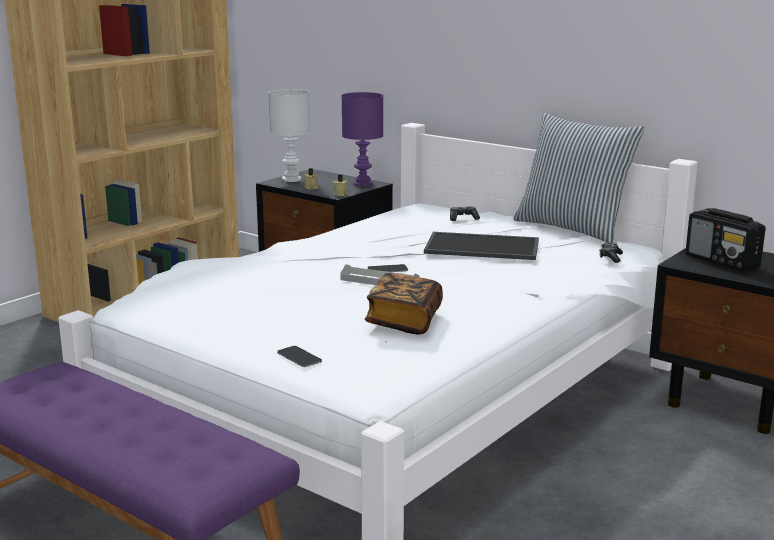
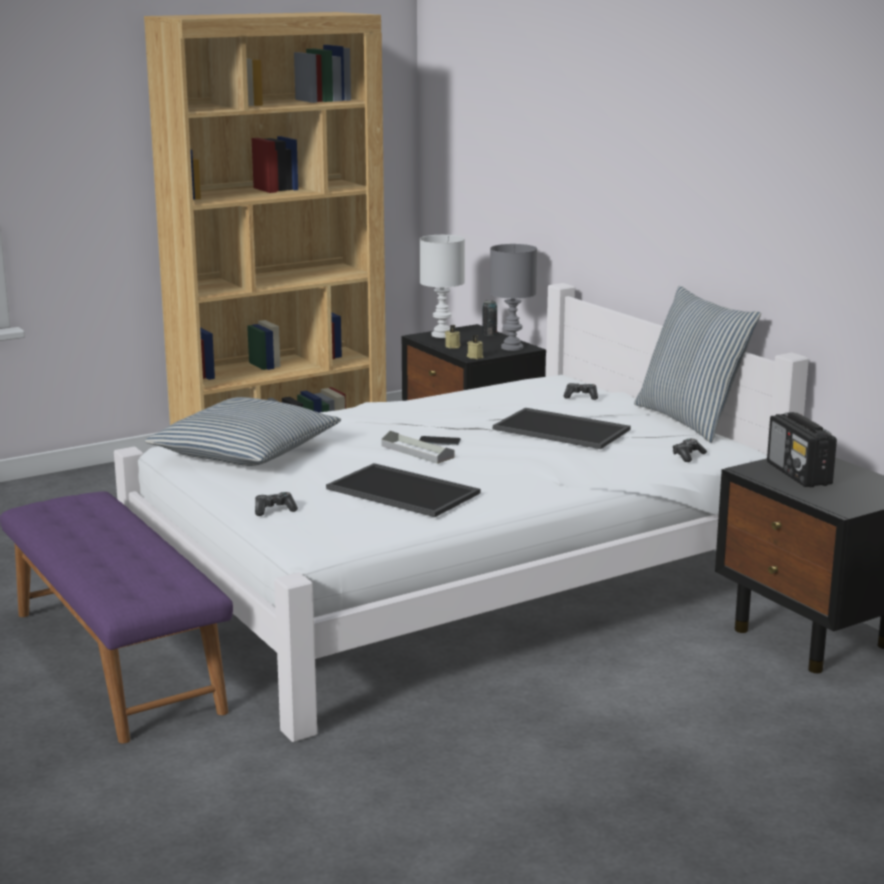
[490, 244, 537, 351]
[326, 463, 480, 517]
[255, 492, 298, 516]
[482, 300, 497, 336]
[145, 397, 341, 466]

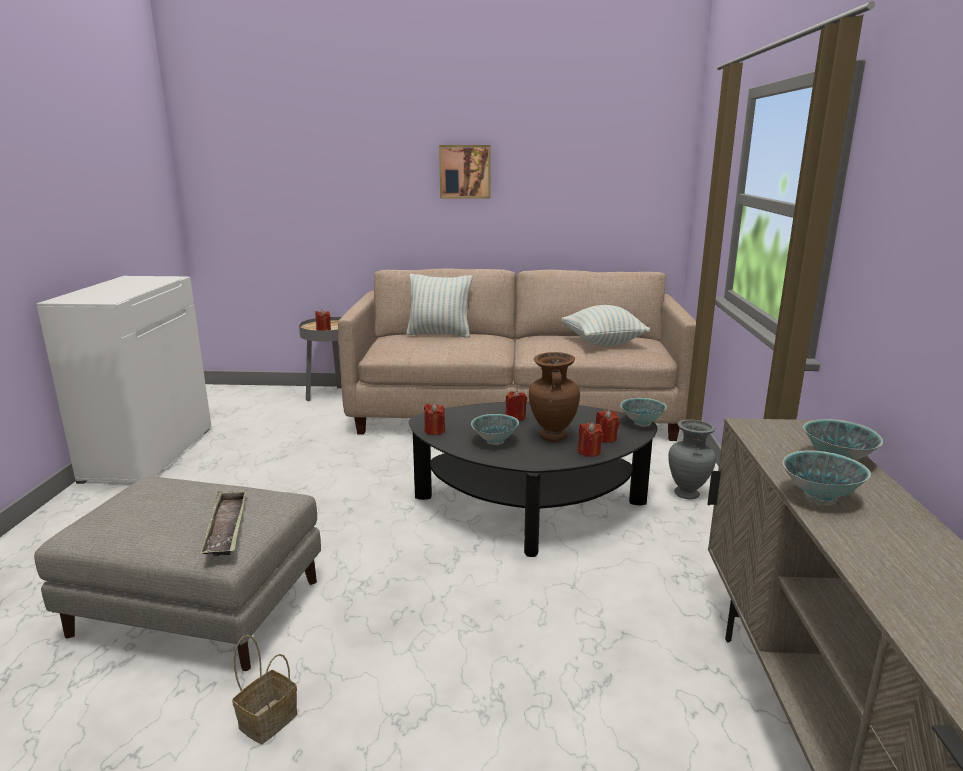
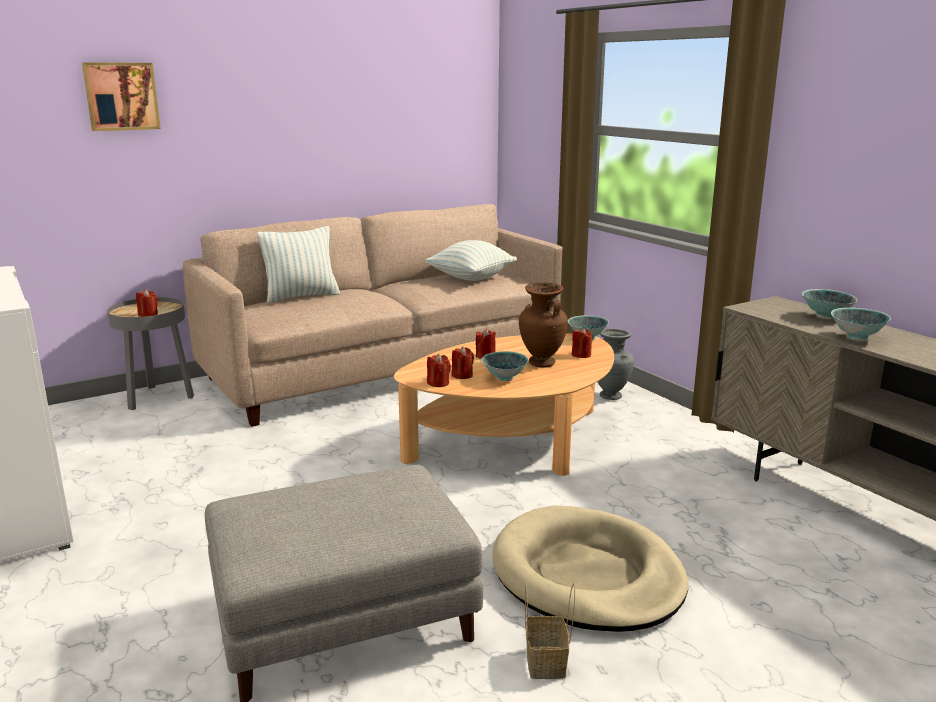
[82, 62, 161, 131]
[394, 333, 614, 476]
[452, 347, 474, 379]
[201, 490, 247, 556] (first image)
[493, 505, 688, 632]

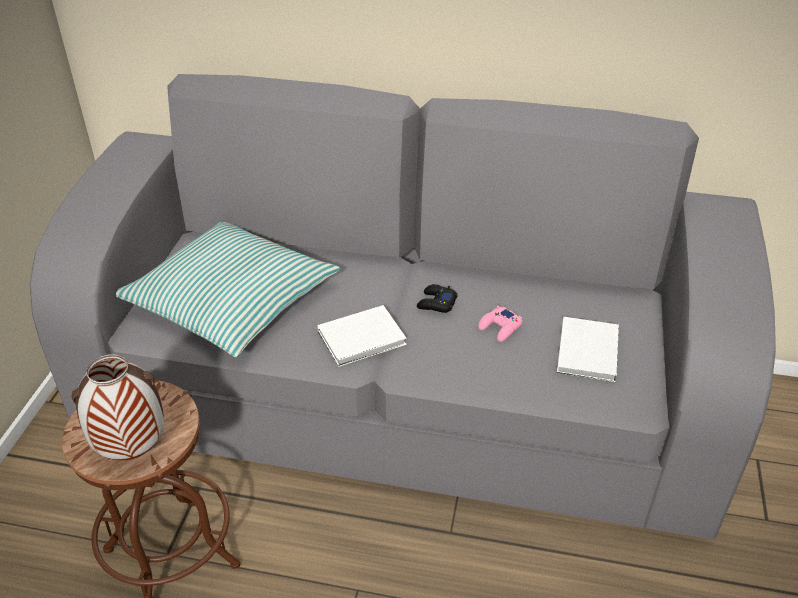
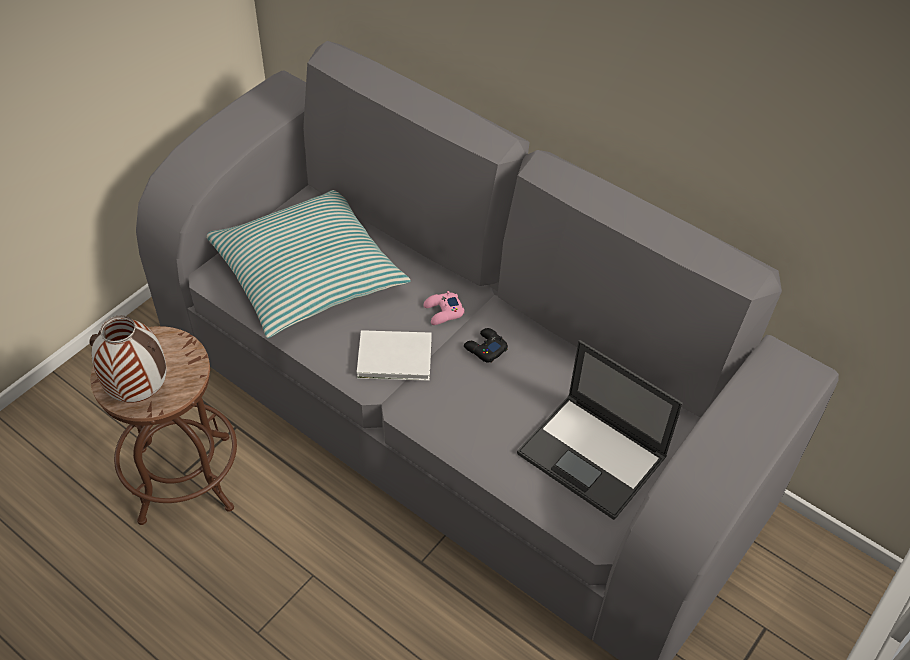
[424, 291, 464, 325]
[517, 340, 683, 520]

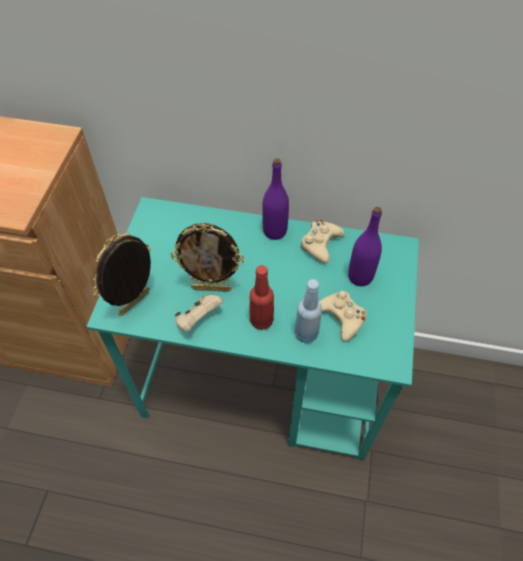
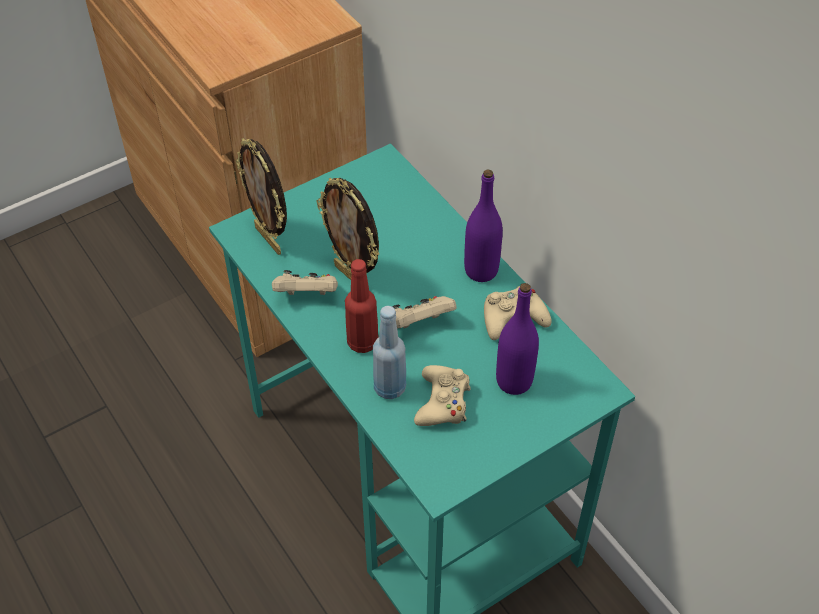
[236, 138, 287, 255]
[392, 296, 457, 328]

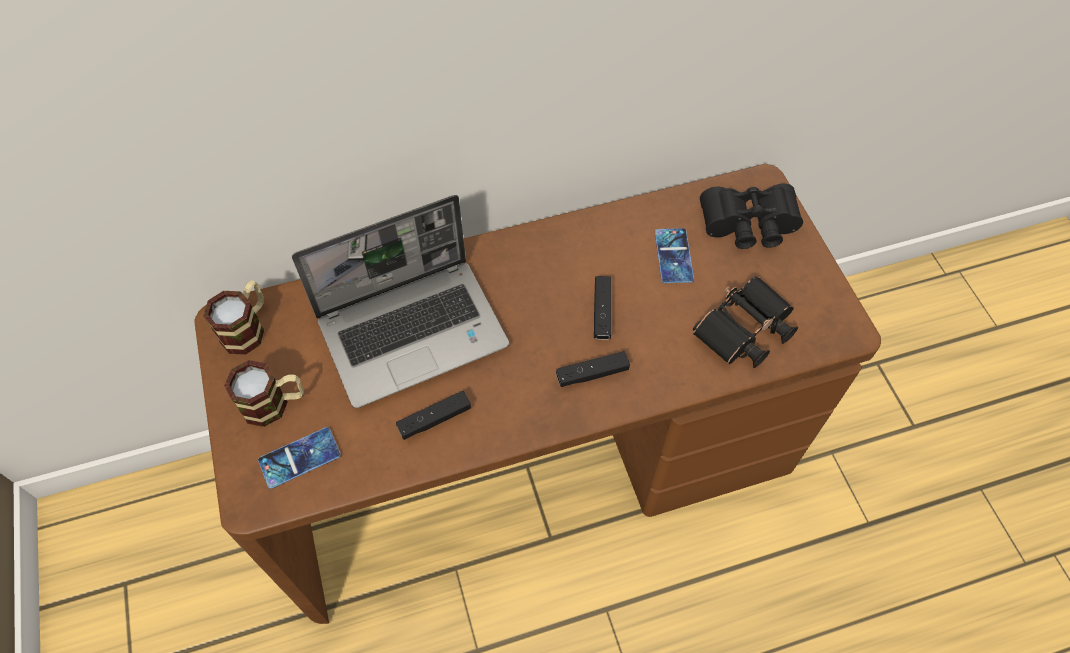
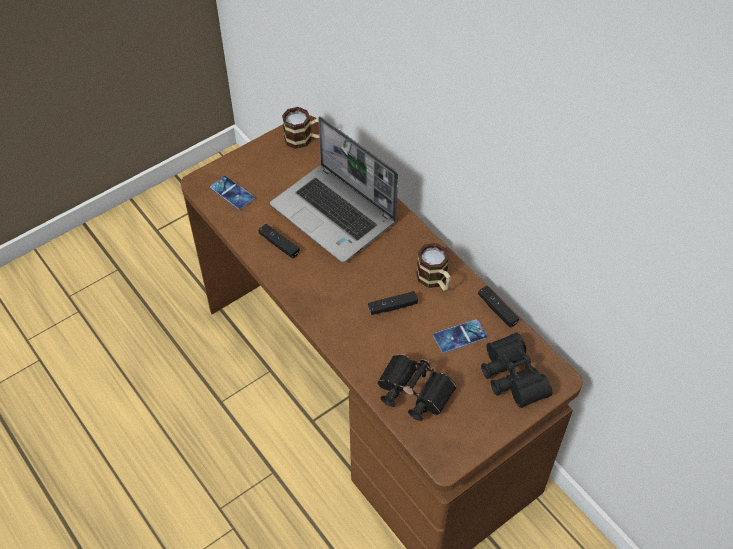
[478, 286, 519, 328]
[416, 243, 451, 291]

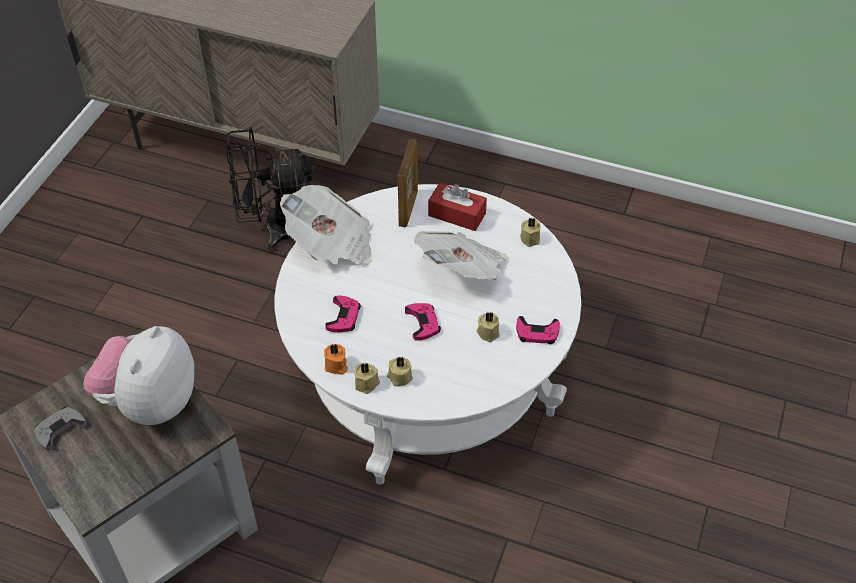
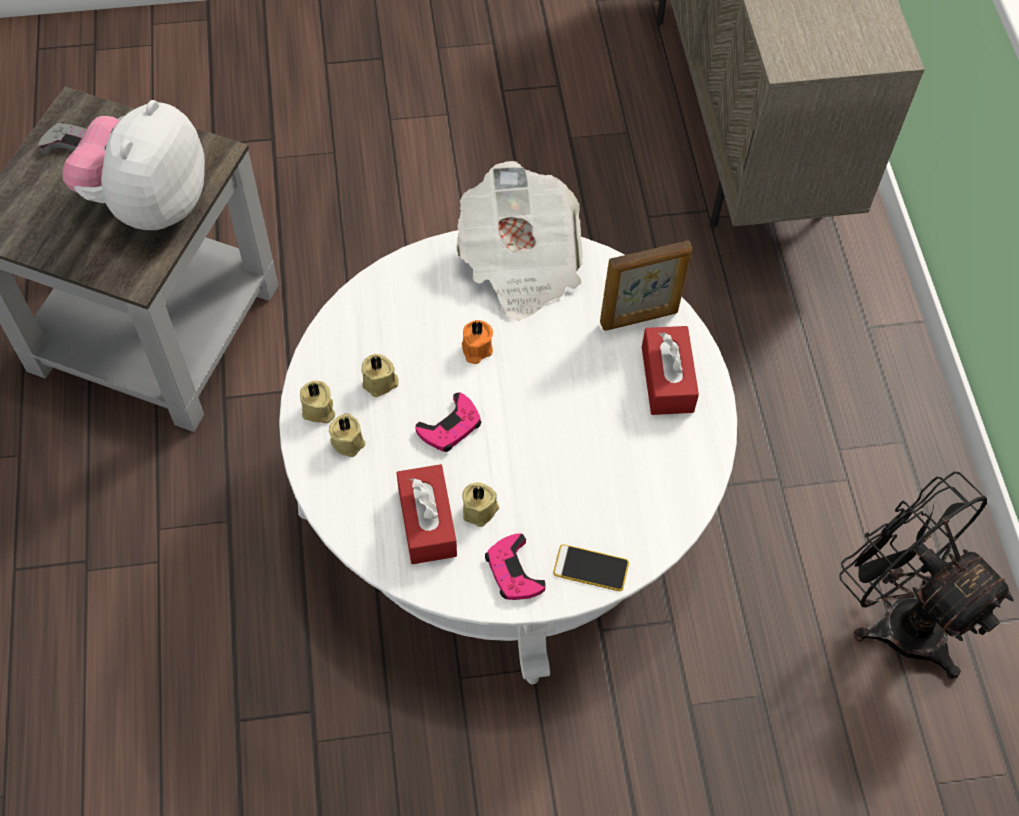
[839, 472, 1014, 679]
[362, 354, 399, 397]
[414, 231, 508, 281] (first image)
[325, 295, 361, 332] (first image)
[63, 100, 205, 230]
[462, 320, 493, 364]
[396, 464, 457, 564]
[553, 544, 629, 591]

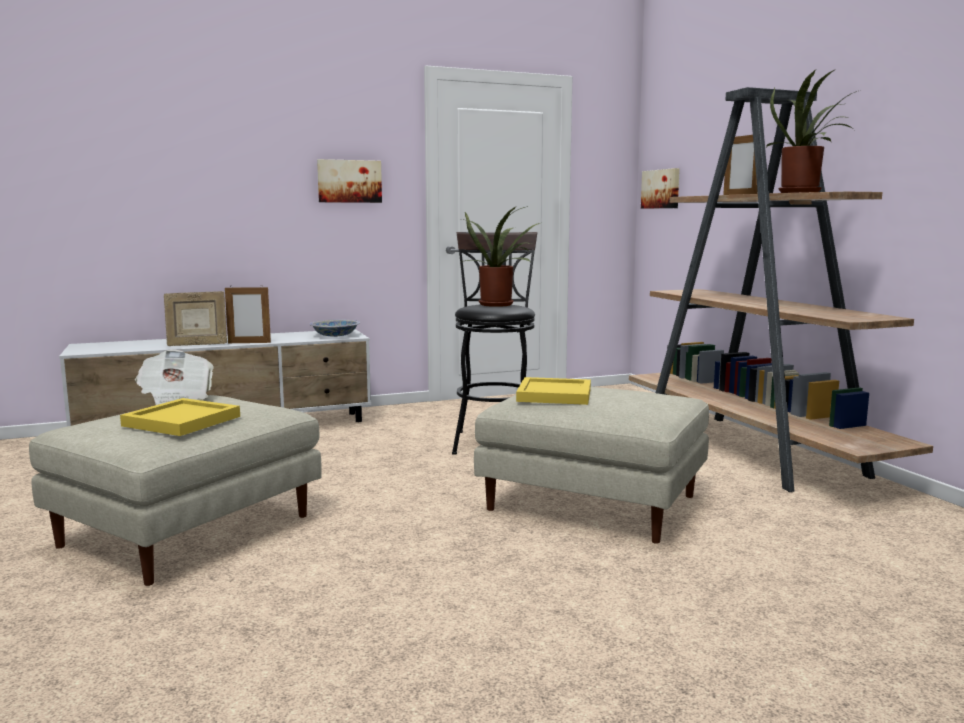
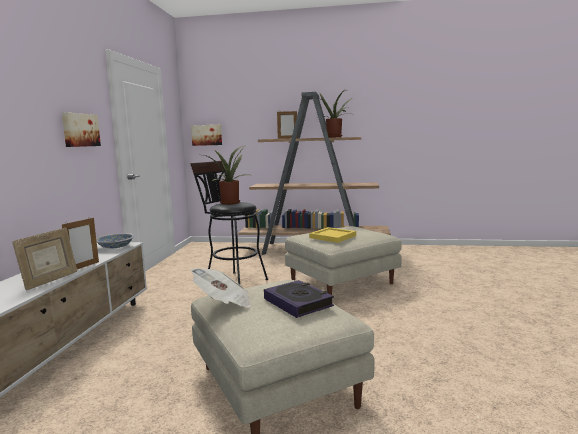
[264, 280, 334, 318]

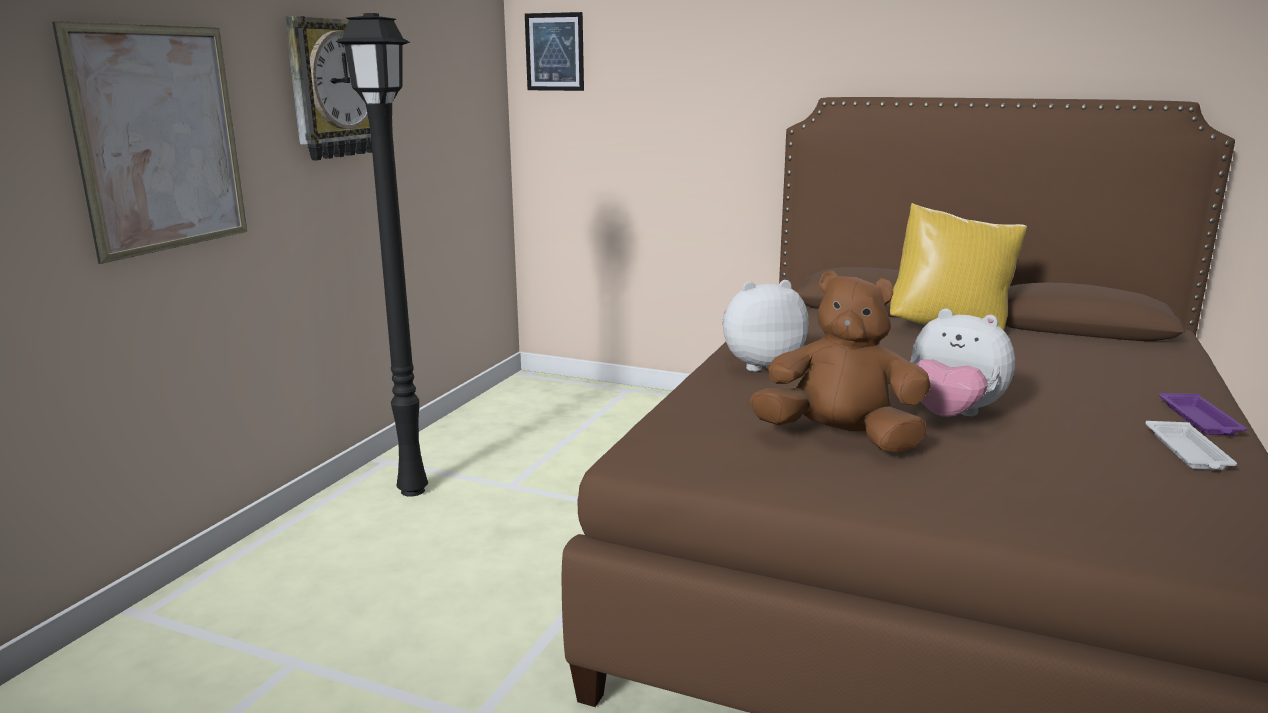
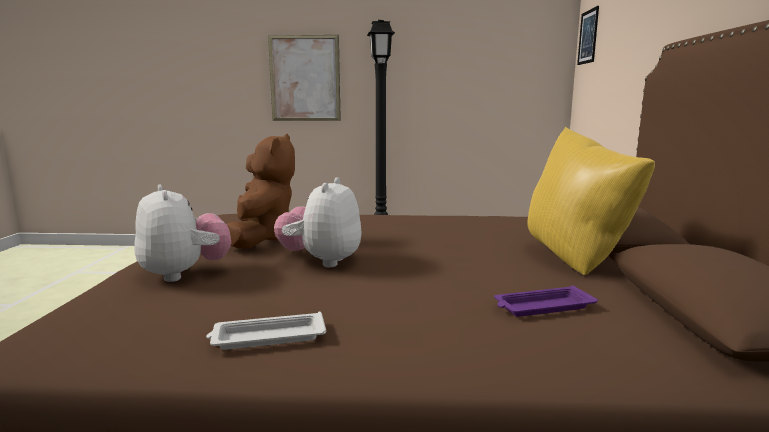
[285, 16, 372, 160] (first image)
[135, 184, 231, 282]
[494, 285, 598, 317]

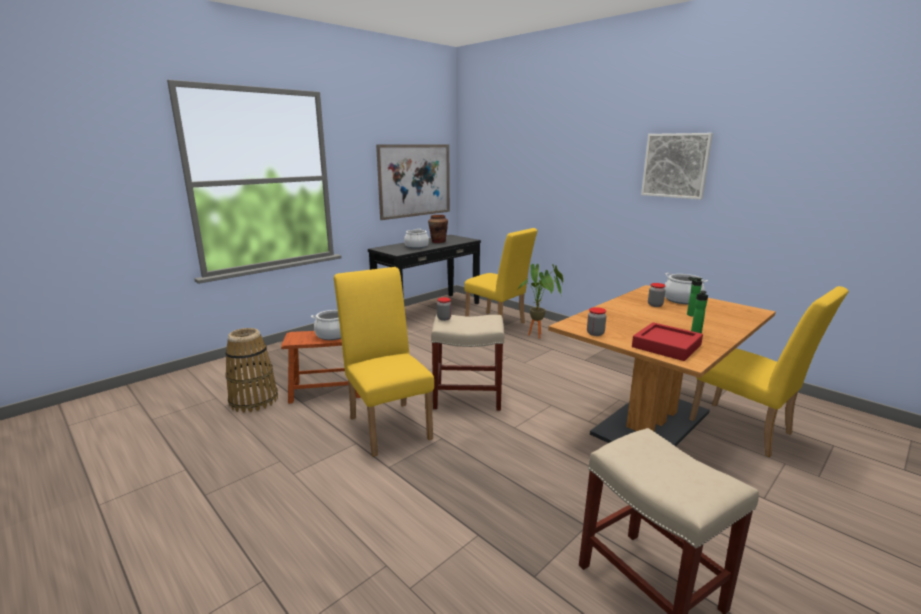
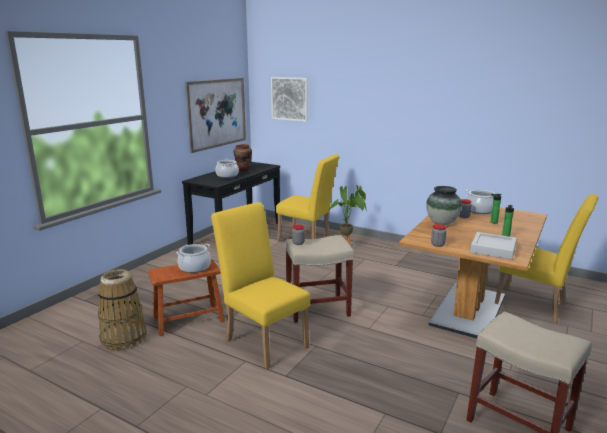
[271, 77, 308, 122]
[470, 232, 517, 260]
[426, 186, 462, 225]

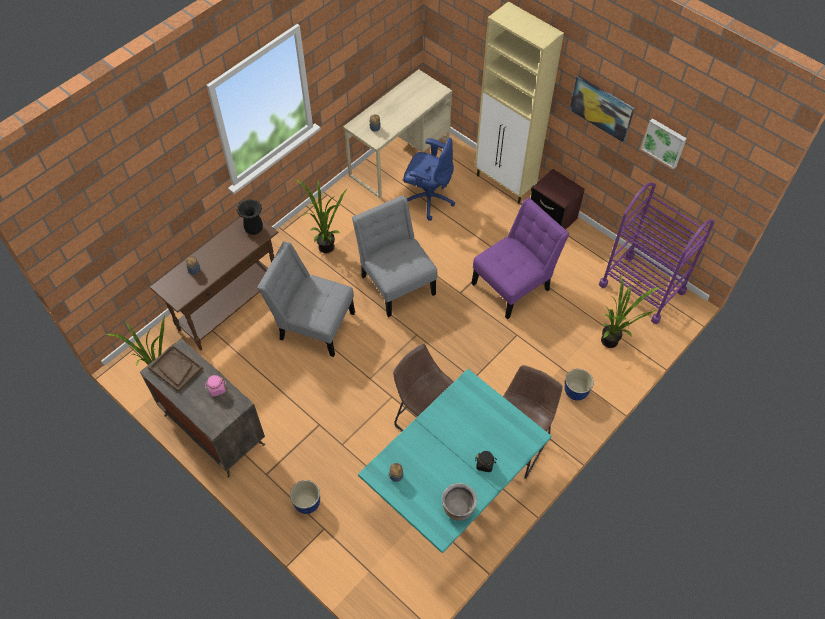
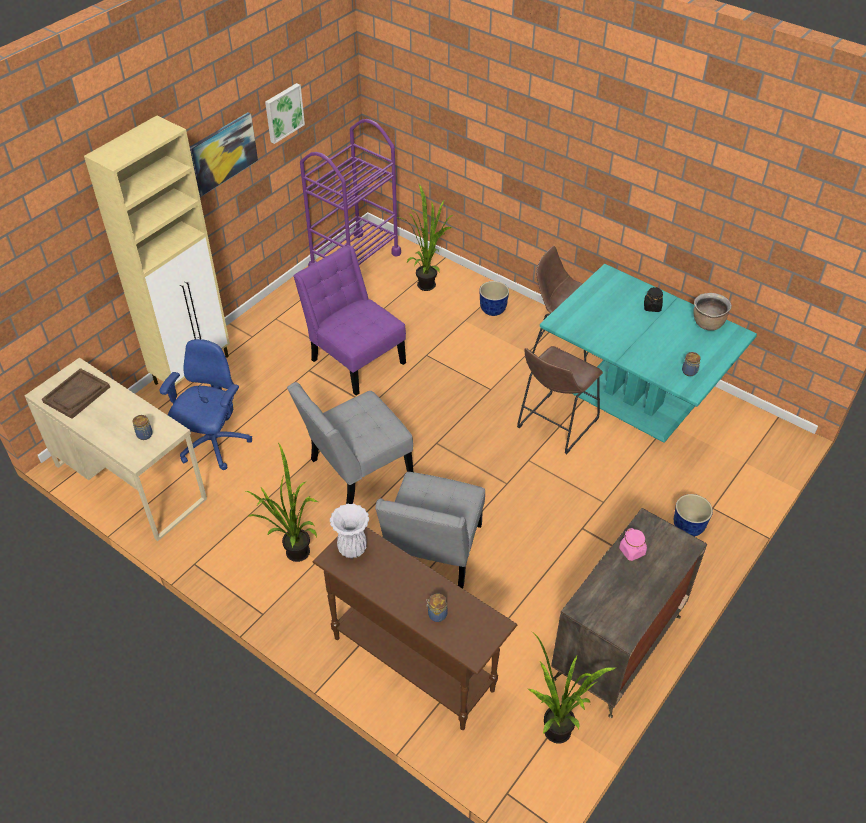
[531, 169, 585, 229] (first image)
[330, 504, 369, 558]
[42, 368, 110, 419]

